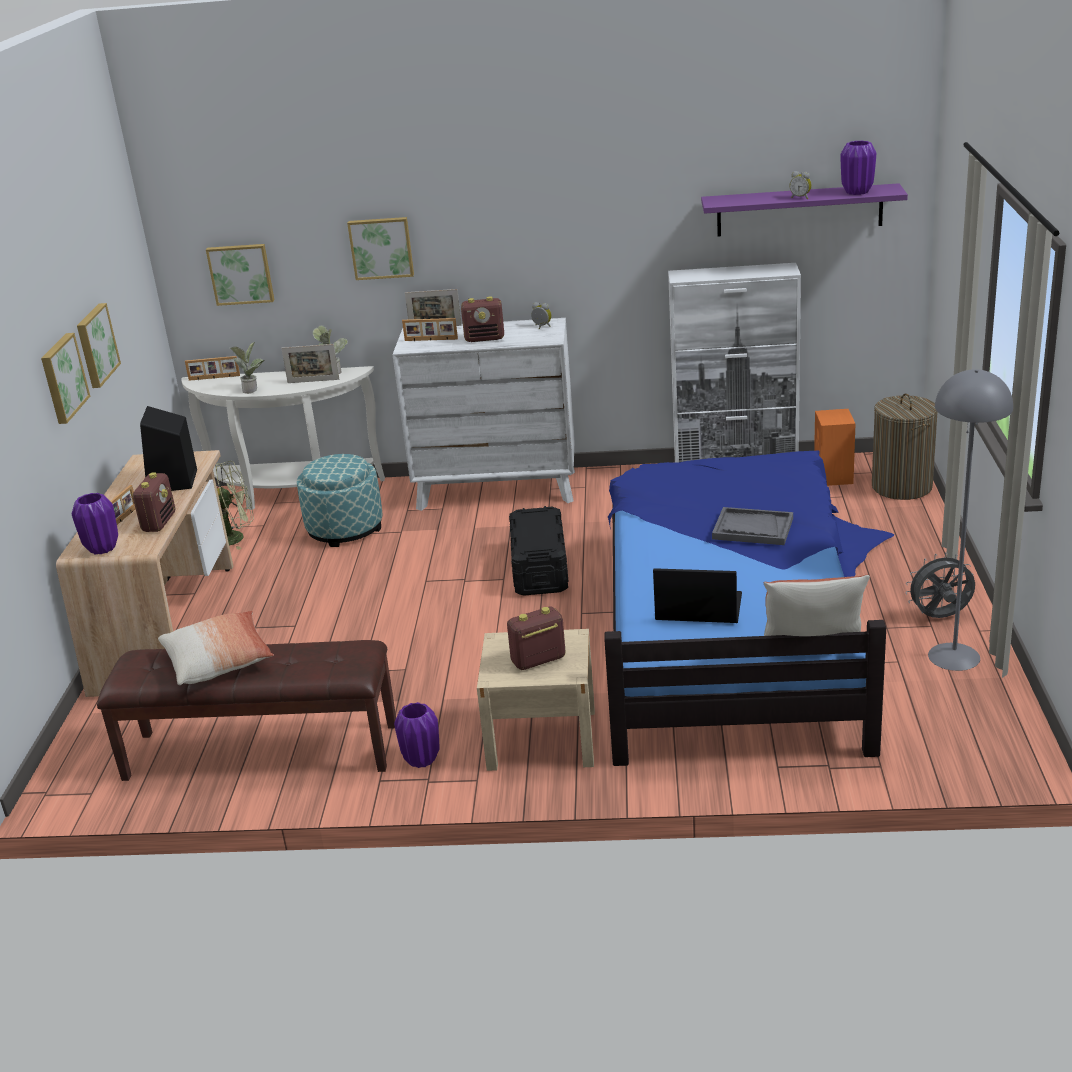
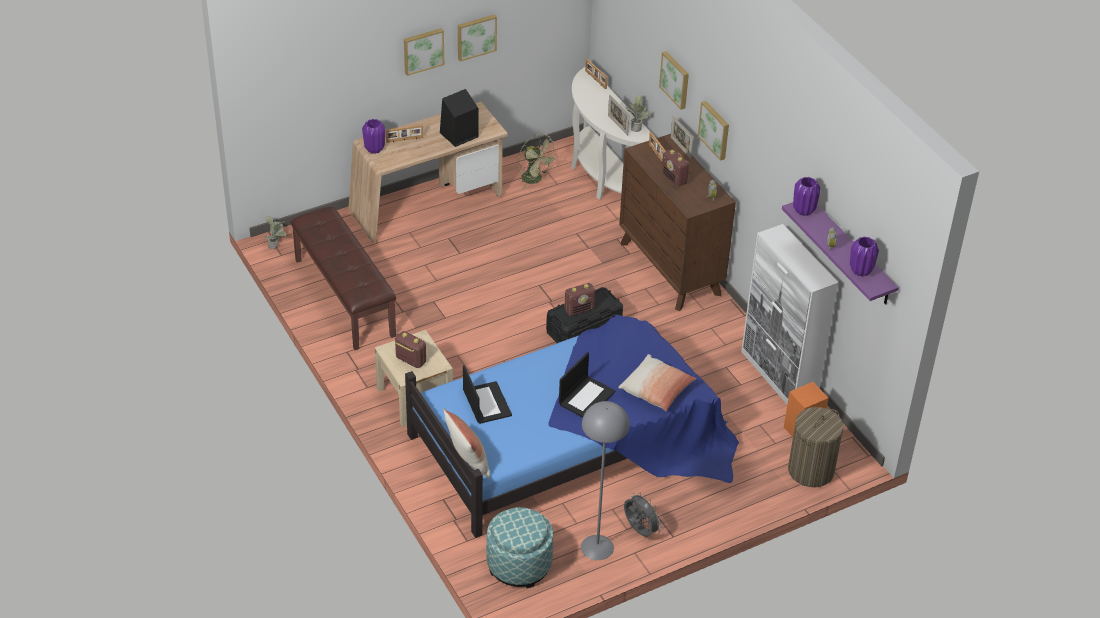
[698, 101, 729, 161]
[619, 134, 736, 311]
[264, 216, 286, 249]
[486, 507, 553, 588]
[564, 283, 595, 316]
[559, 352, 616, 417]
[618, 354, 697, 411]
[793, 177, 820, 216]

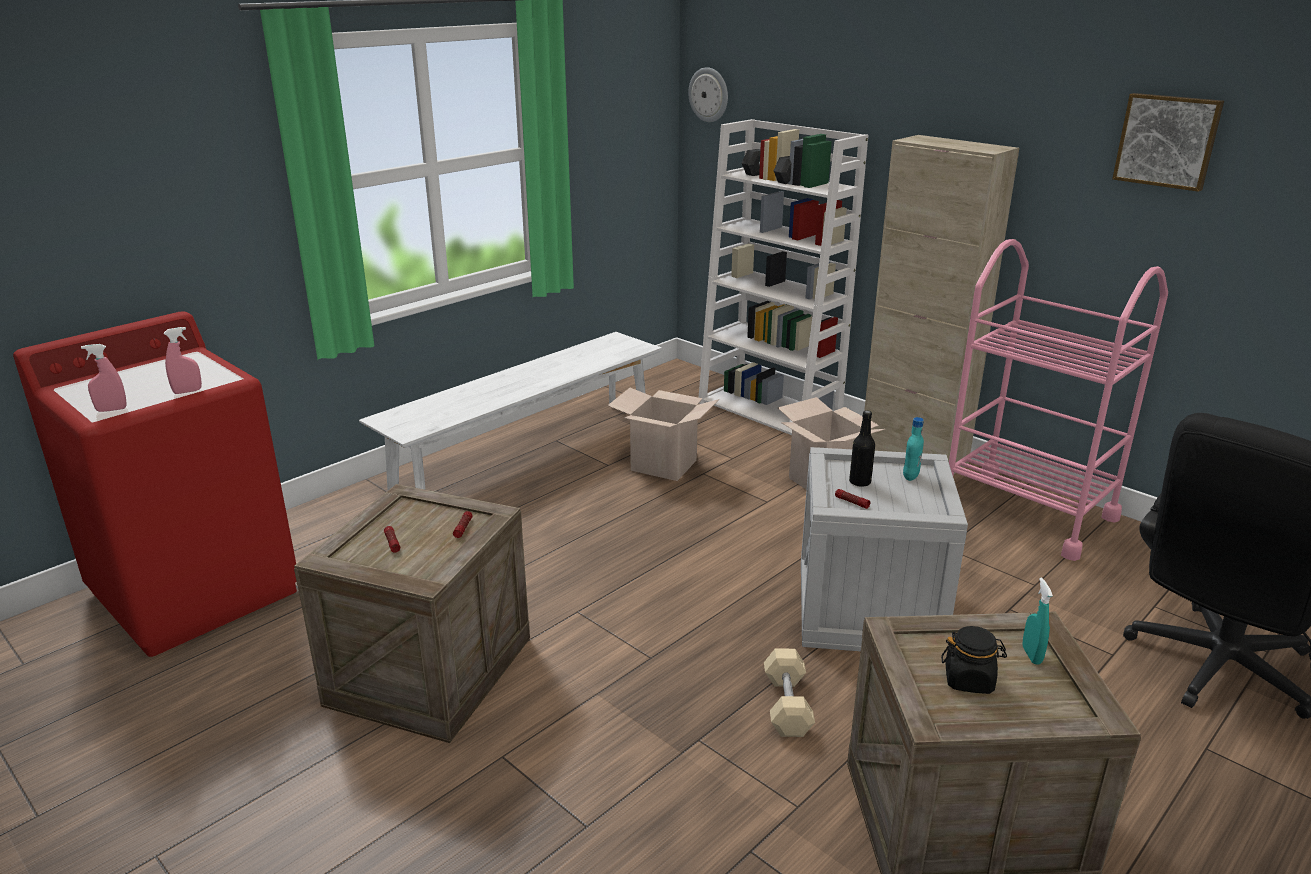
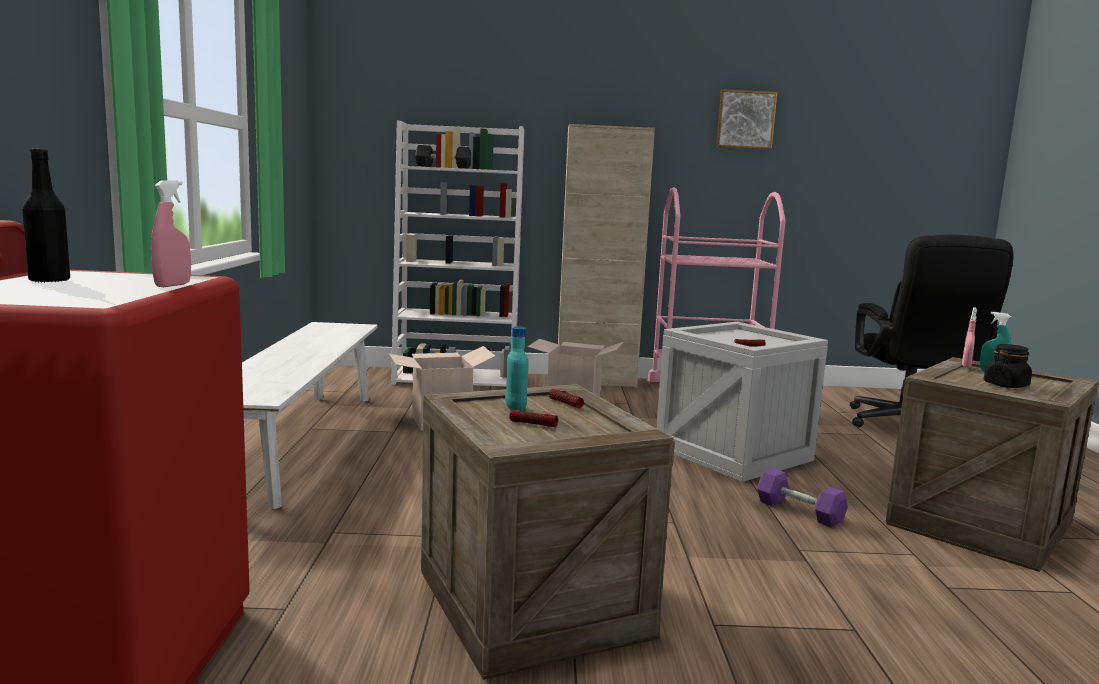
[688, 67, 728, 122] (first image)
[962, 307, 977, 368]
[22, 148, 70, 283]
[505, 326, 529, 411]
[757, 469, 848, 527]

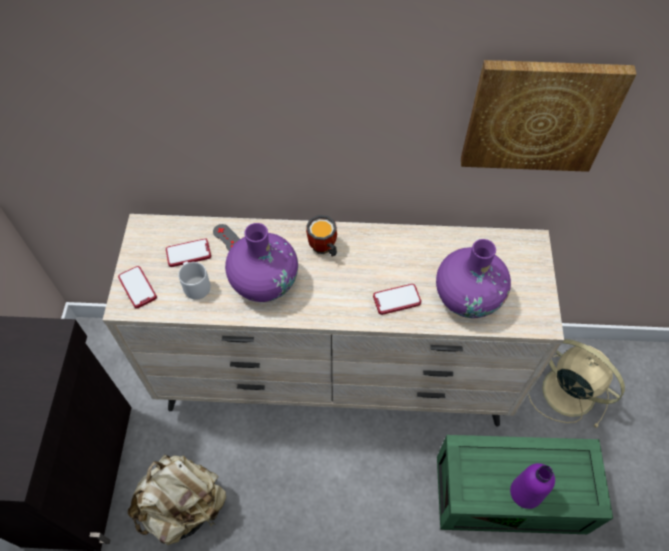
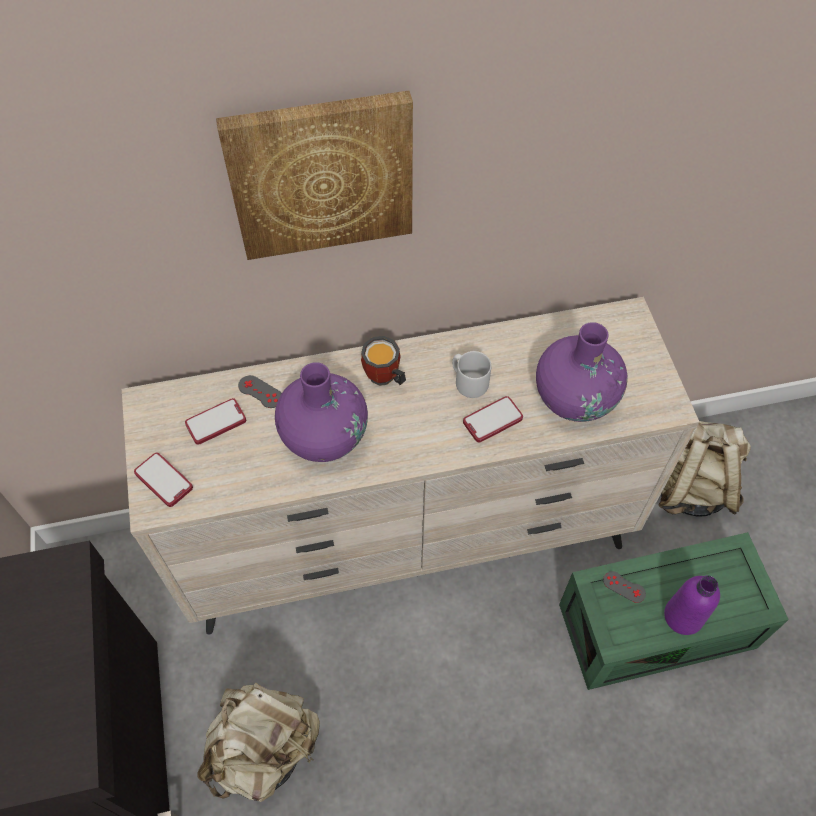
[216, 91, 413, 260]
[452, 351, 491, 398]
[658, 421, 751, 517]
[603, 571, 646, 603]

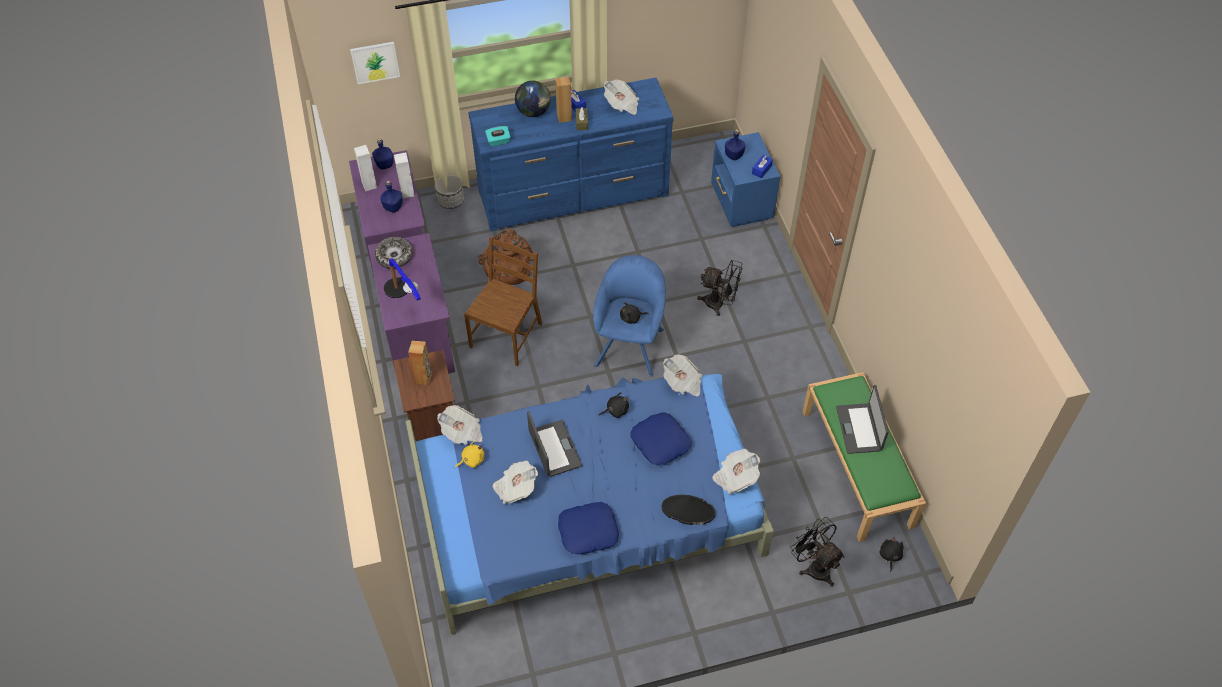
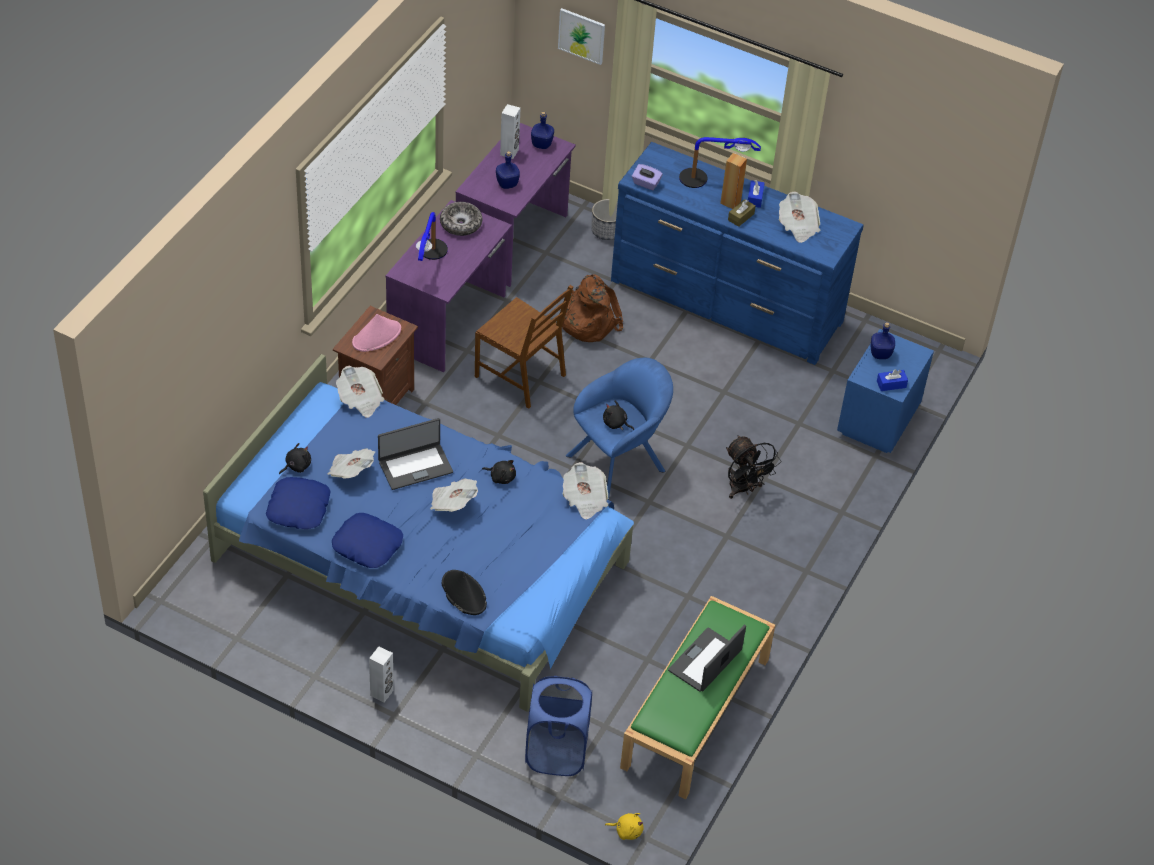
[679, 137, 761, 188]
[632, 164, 663, 190]
[369, 646, 394, 703]
[475, 285, 573, 409]
[352, 314, 401, 352]
[378, 418, 453, 490]
[266, 477, 331, 529]
[605, 813, 644, 840]
[430, 479, 478, 512]
[525, 676, 592, 776]
[279, 443, 311, 474]

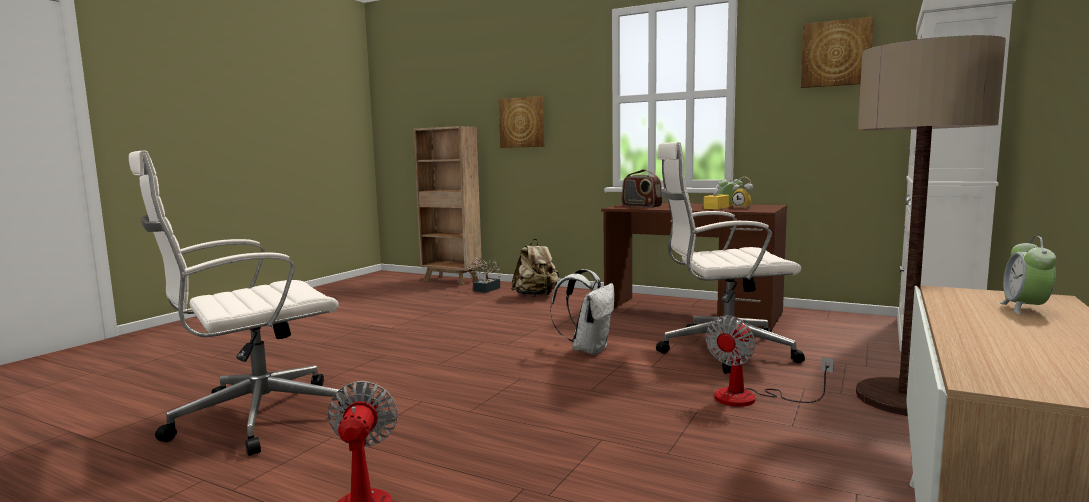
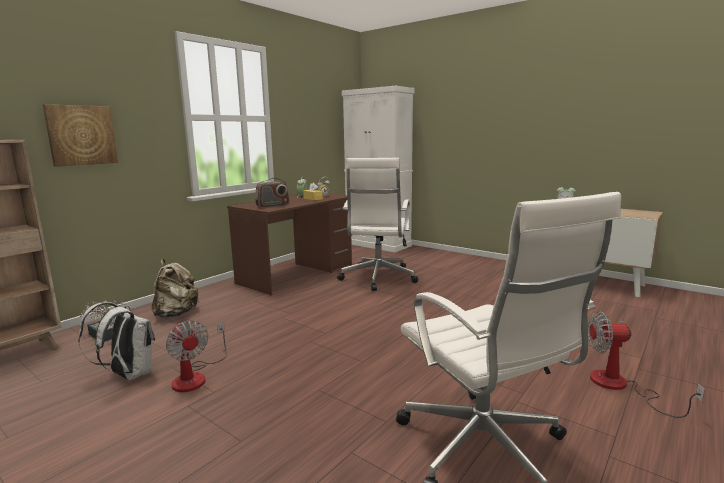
[801, 16, 874, 88] (first image)
[856, 35, 1006, 416] (first image)
[78, 302, 155, 380]
[166, 320, 227, 392]

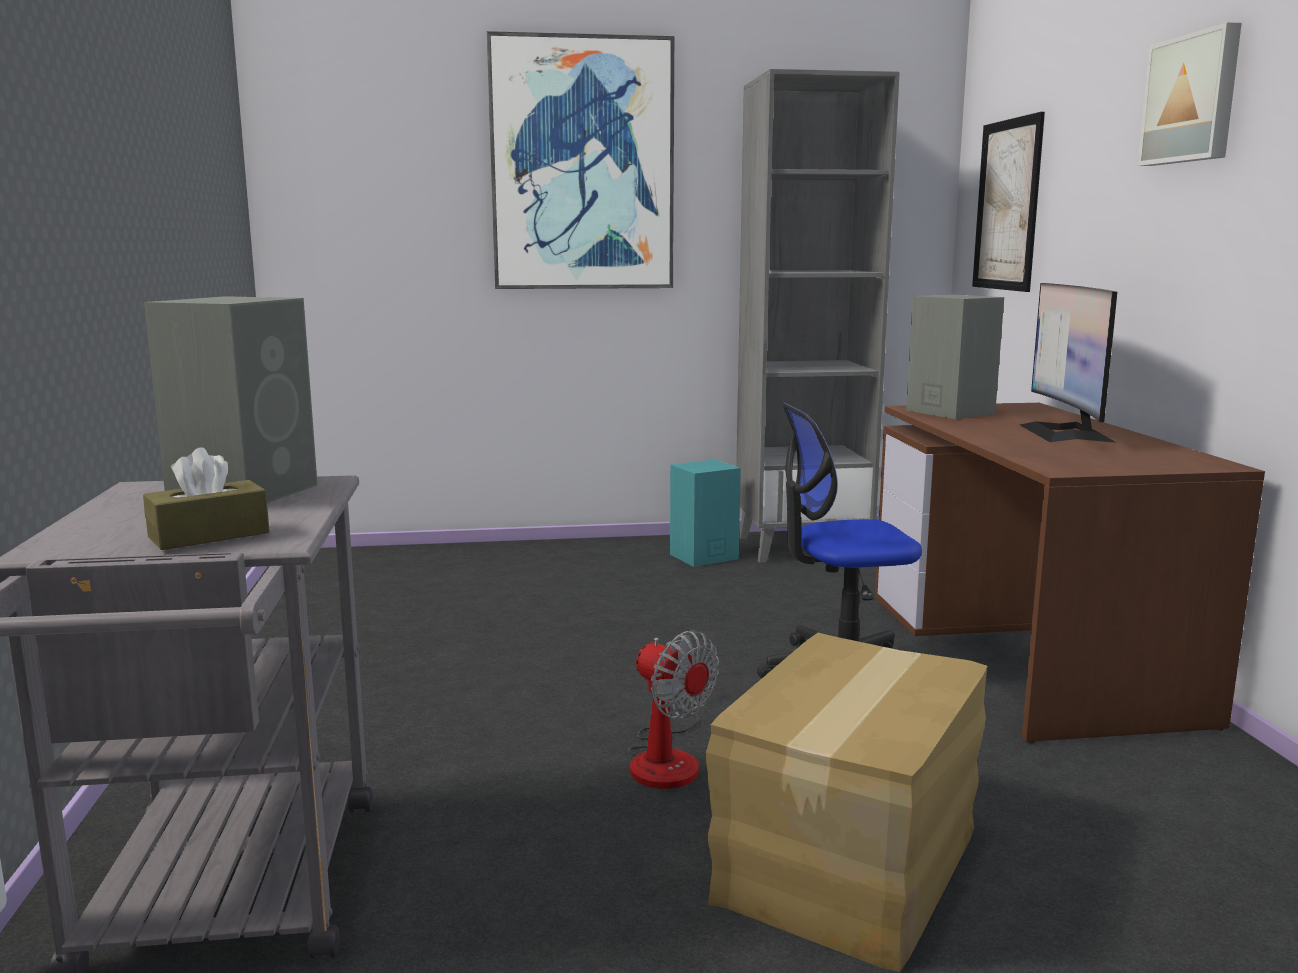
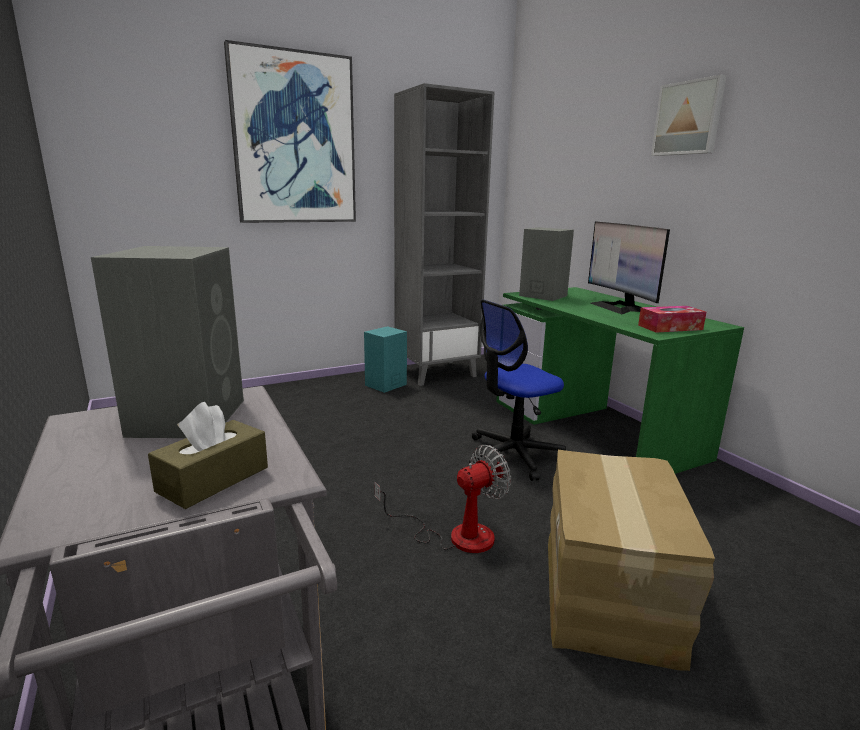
[972, 112, 1045, 292] (first image)
[496, 287, 744, 474]
[374, 445, 511, 553]
[638, 306, 706, 333]

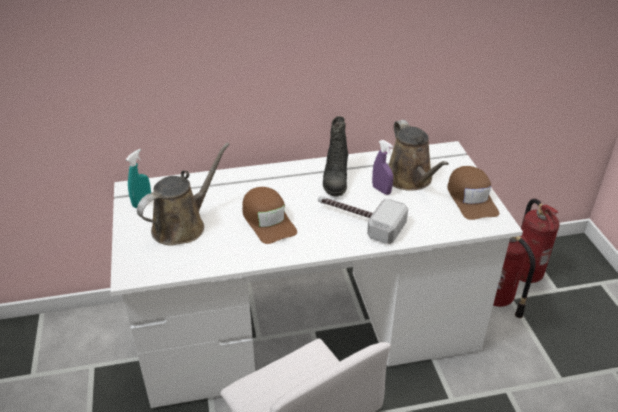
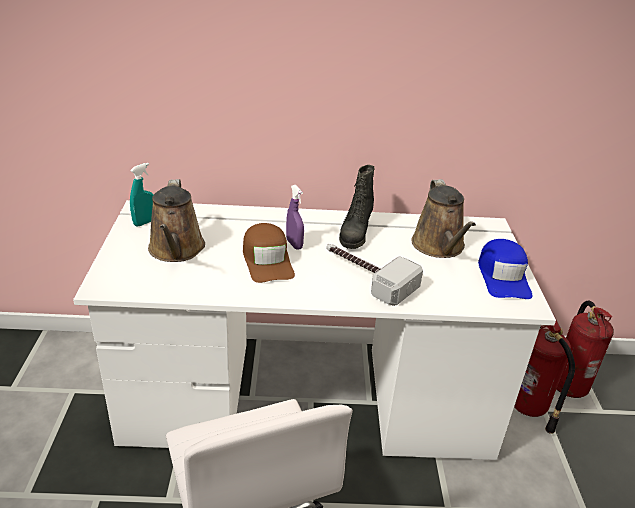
[286, 185, 304, 250]
[148, 179, 205, 262]
[478, 239, 532, 299]

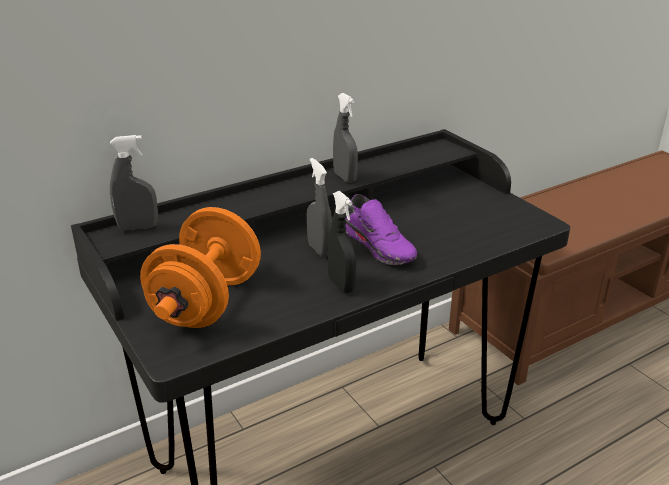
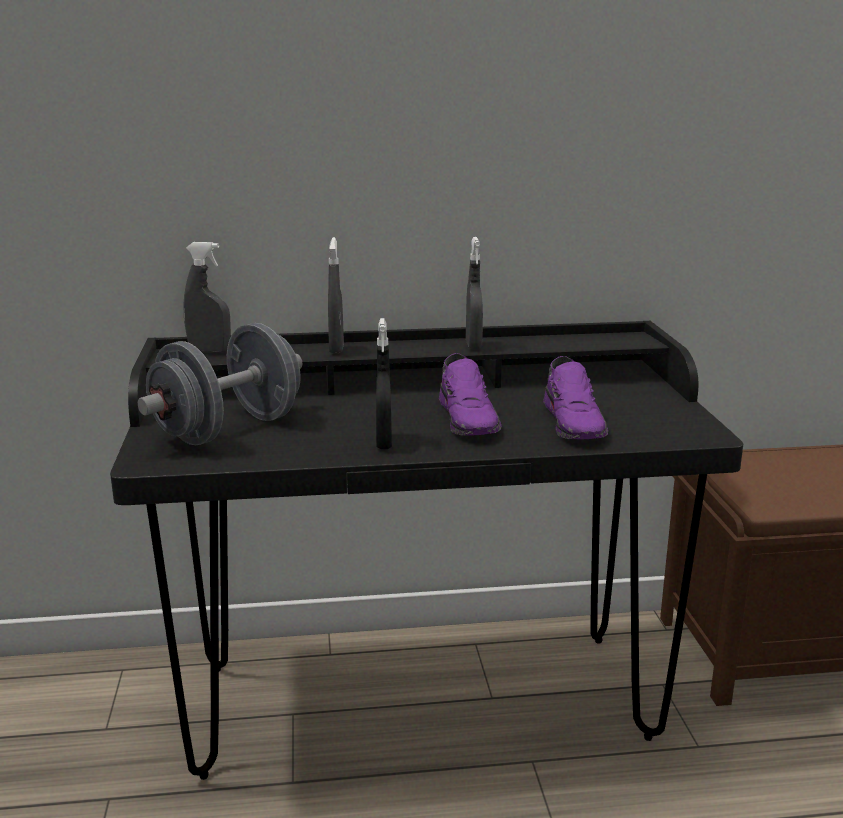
[328, 237, 344, 354]
[138, 323, 303, 445]
[543, 356, 608, 440]

